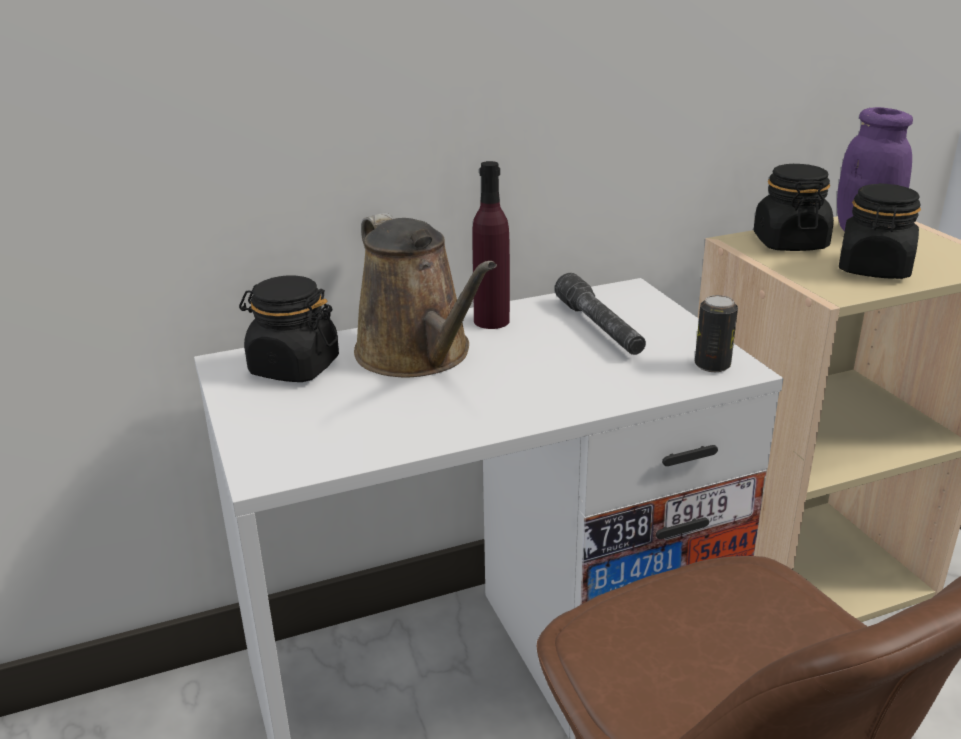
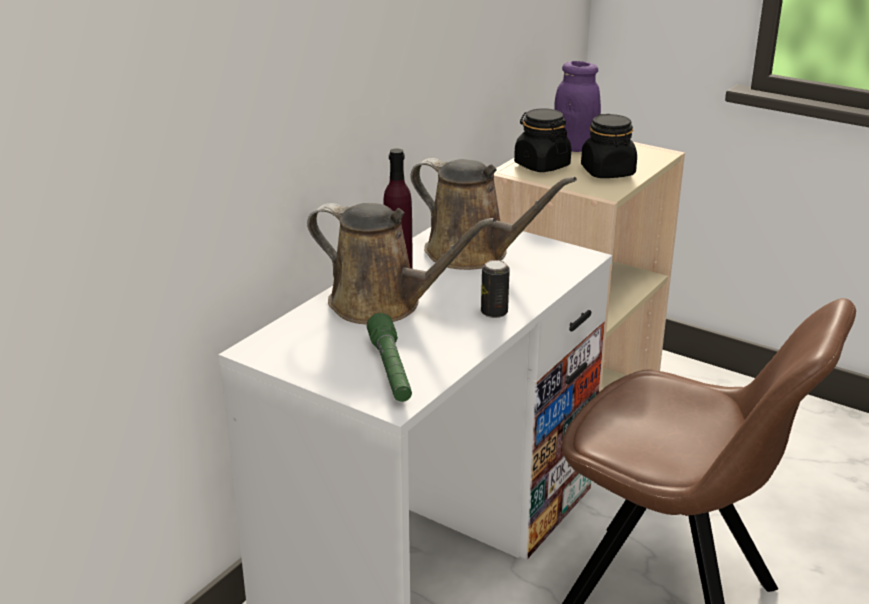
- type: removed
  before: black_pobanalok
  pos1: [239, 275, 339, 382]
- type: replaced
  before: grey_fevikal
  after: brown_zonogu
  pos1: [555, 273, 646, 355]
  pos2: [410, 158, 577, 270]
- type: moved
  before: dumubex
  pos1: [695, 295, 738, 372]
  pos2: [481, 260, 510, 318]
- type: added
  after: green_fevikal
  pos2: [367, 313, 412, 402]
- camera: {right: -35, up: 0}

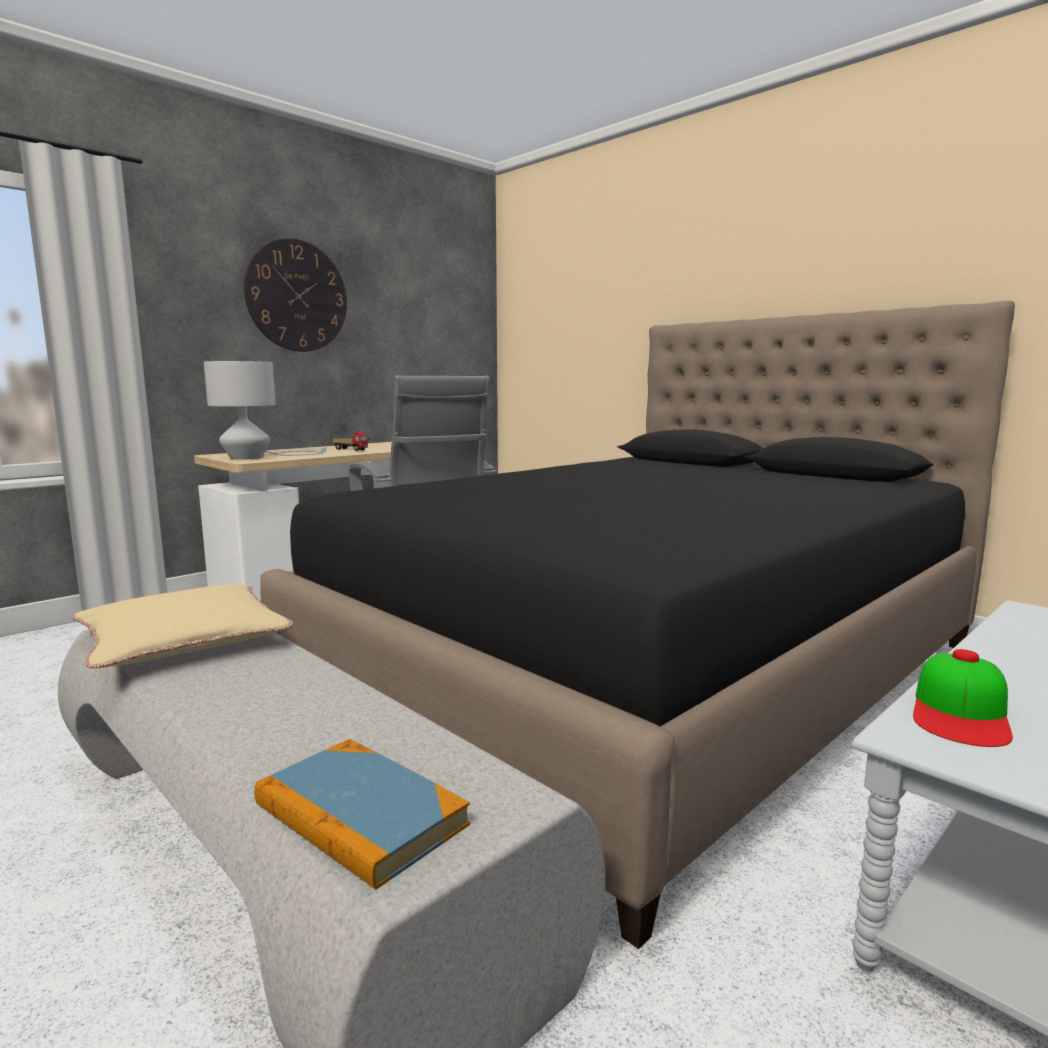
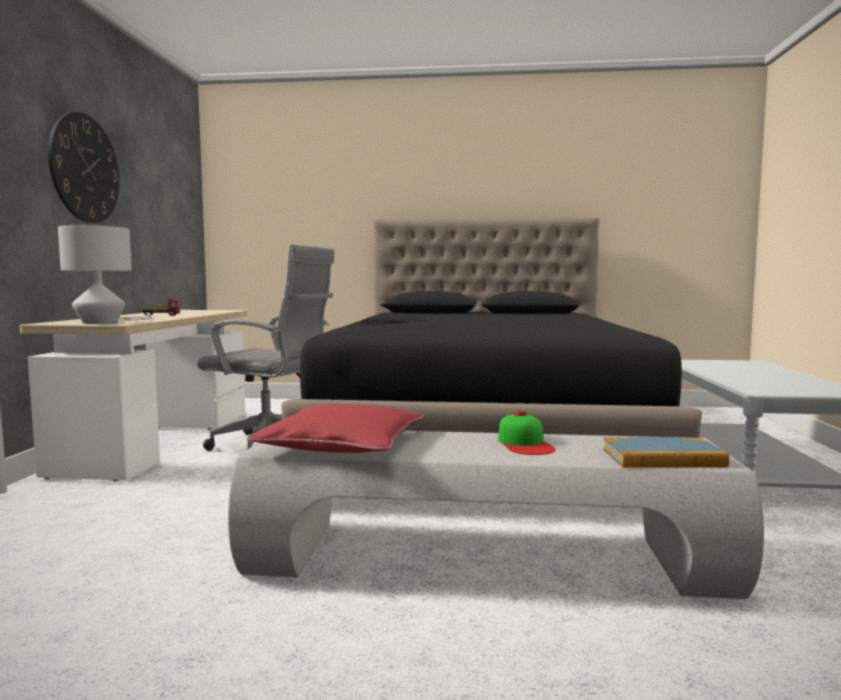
- type: recoloured
  before: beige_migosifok
  after: red_migosifok
  pos1: [72, 584, 293, 668]
  pos2: [247, 404, 424, 453]
- type: moved
  before: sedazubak
  pos1: [913, 649, 1013, 747]
  pos2: [498, 410, 556, 455]
- camera: {right: -40, up: -5}

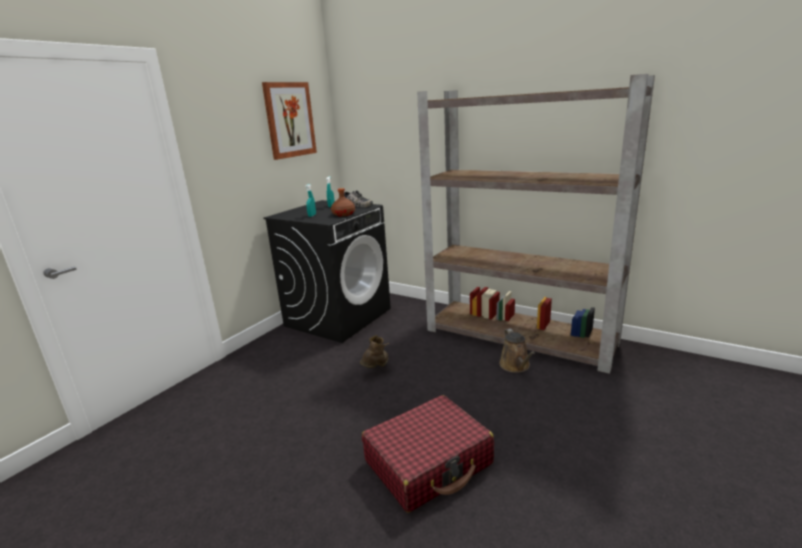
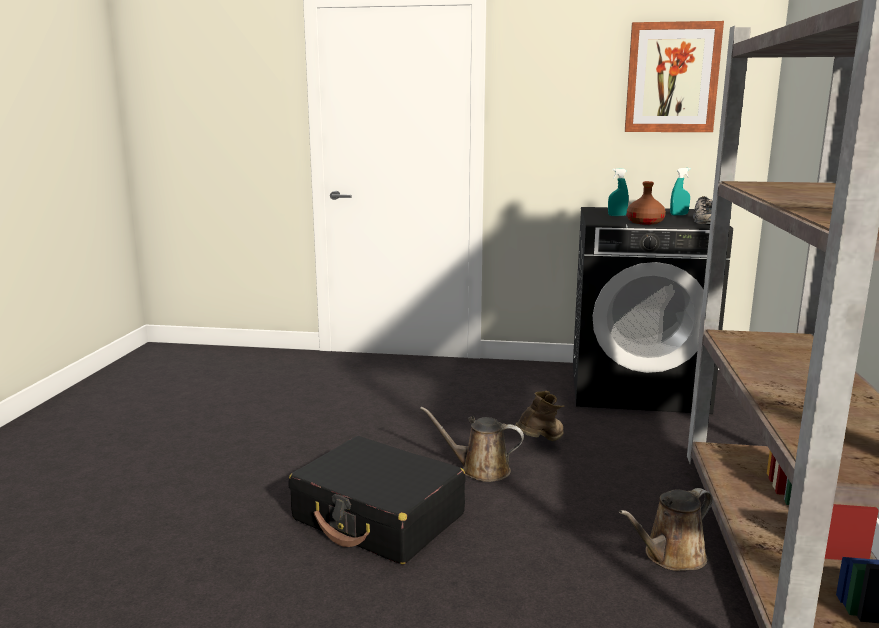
- type: turned
  before: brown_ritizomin
  pos1: [360, 335, 389, 368]
  pos2: [515, 391, 565, 441]
  turn: -45
- type: recoloured
  before: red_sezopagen
  after: black_sezopagen
  pos1: [362, 395, 494, 513]
  pos2: [288, 436, 466, 564]
- type: added
  after: brown_zonogu
  pos2: [420, 406, 524, 482]
- camera: {right: 65, up: -5}

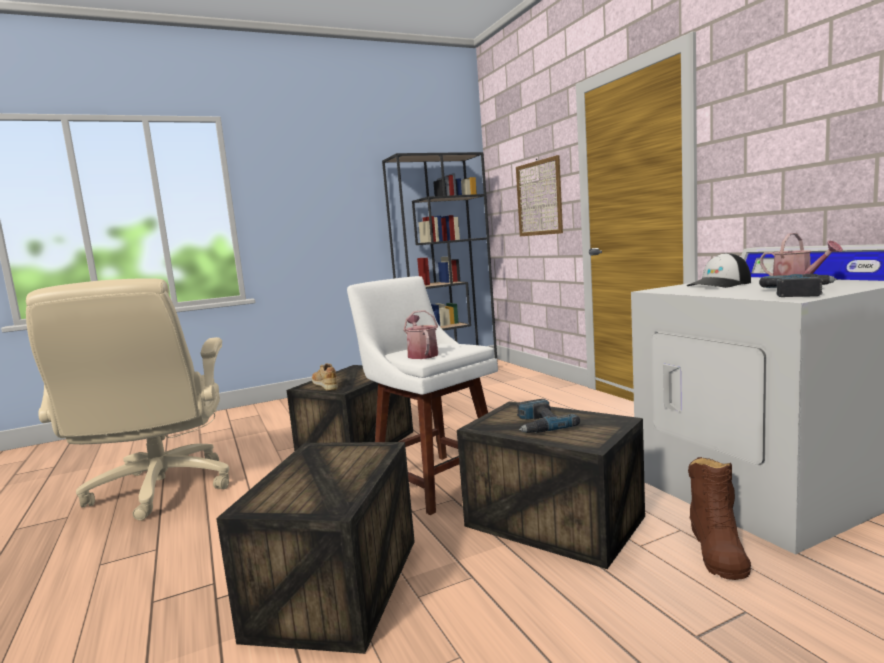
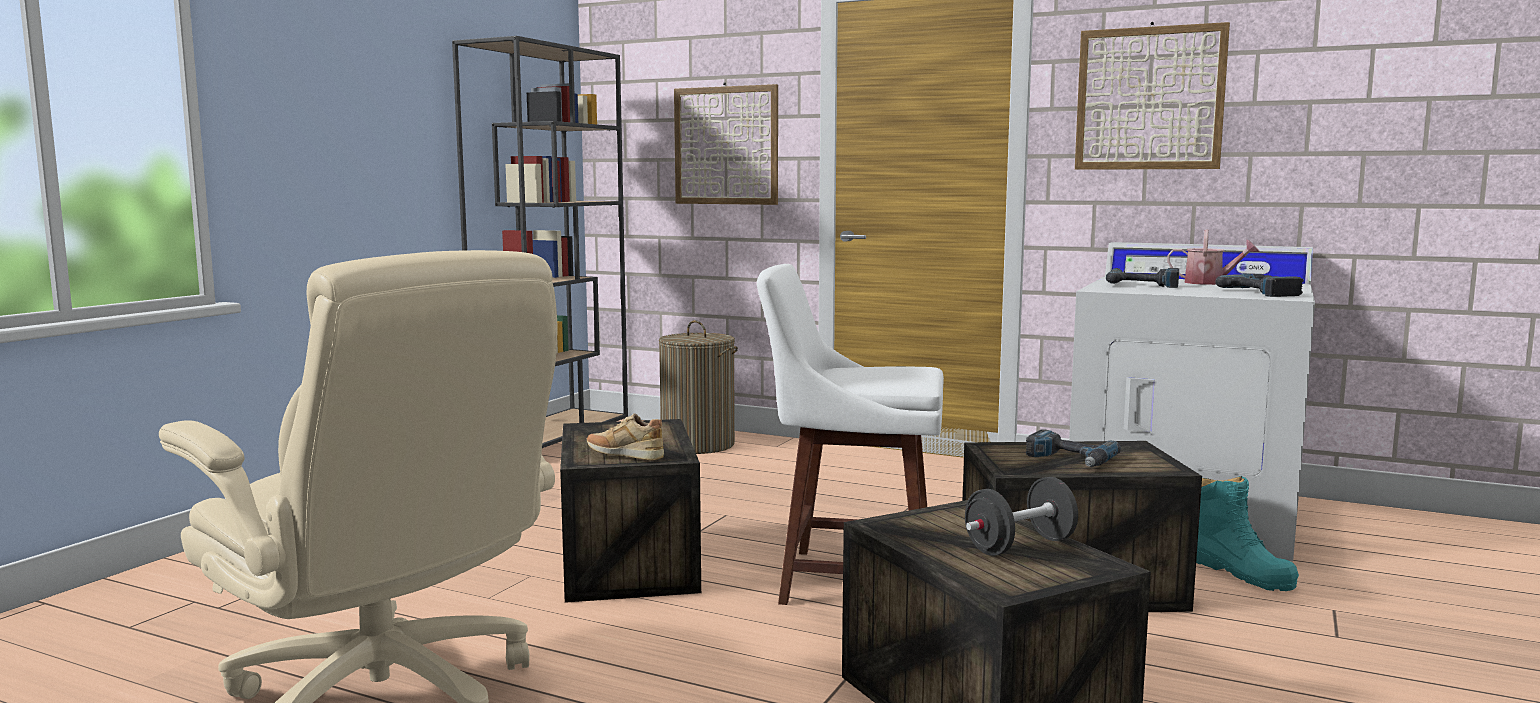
- type: removed
  before: zonogu
  pos1: [404, 310, 438, 359]
- type: replaced
  before: sedazubak
  after: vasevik
  pos1: [687, 253, 751, 288]
  pos2: [1106, 268, 1179, 288]
- type: recoloured
  before: brown_ritizomin
  after: turquoise_ritizomin
  pos1: [688, 457, 751, 580]
  pos2: [1196, 476, 1299, 591]
- type: added
  after: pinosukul
  pos2: [659, 320, 738, 454]
- type: added
  after: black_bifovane
  pos2: [965, 477, 1078, 556]
- type: added
  after: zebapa
  pos2: [1075, 22, 1230, 170]
- camera: {right: -40, up: 0}

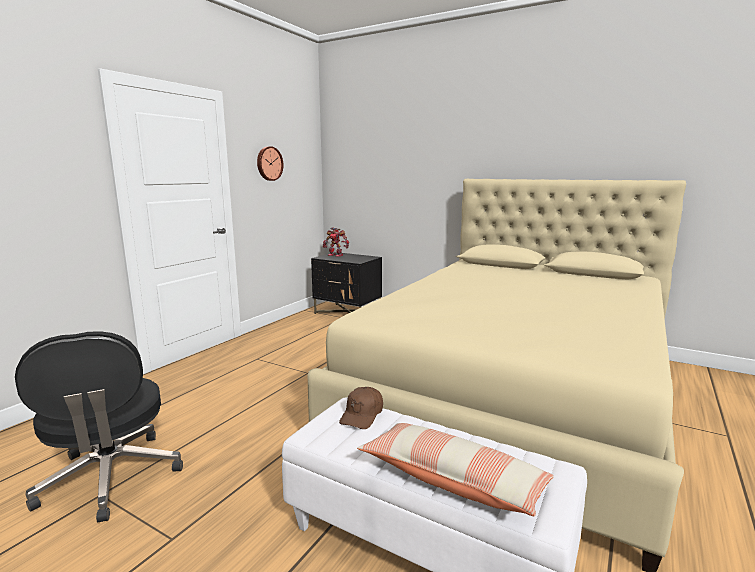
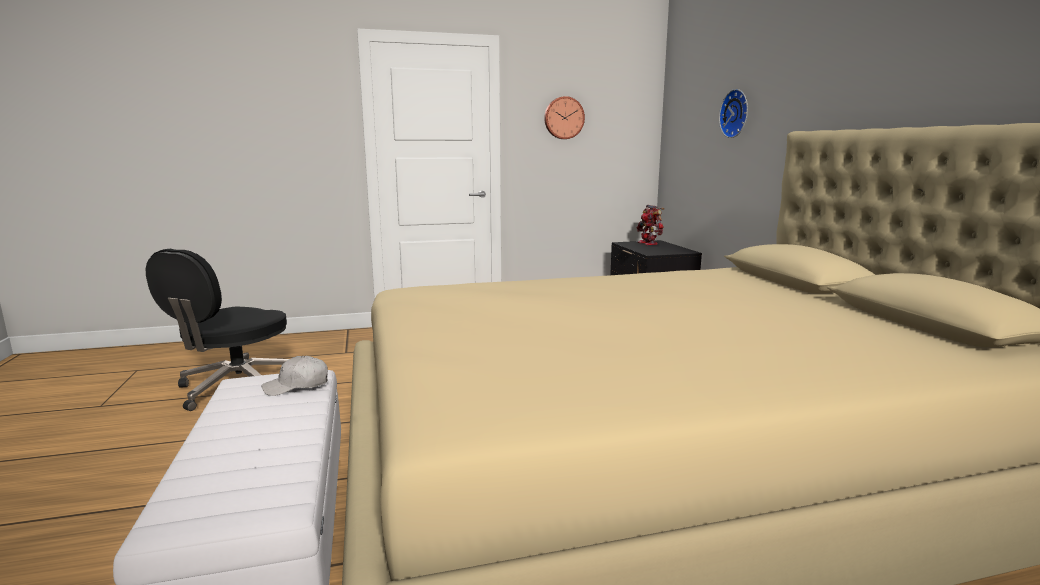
- type: recoloured
  before: brown_sedazubak
  after: white_sedazubak
  pos1: [339, 387, 383, 429]
  pos2: [262, 356, 328, 396]
- type: removed
  before: migosifok
  pos1: [357, 423, 554, 516]
- type: added
  after: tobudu
  pos2: [719, 89, 748, 138]
- camera: {right: 45, up: 0}

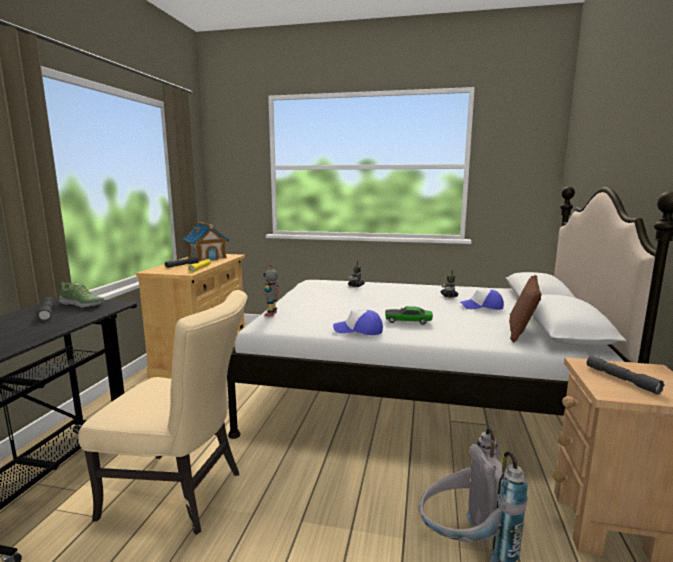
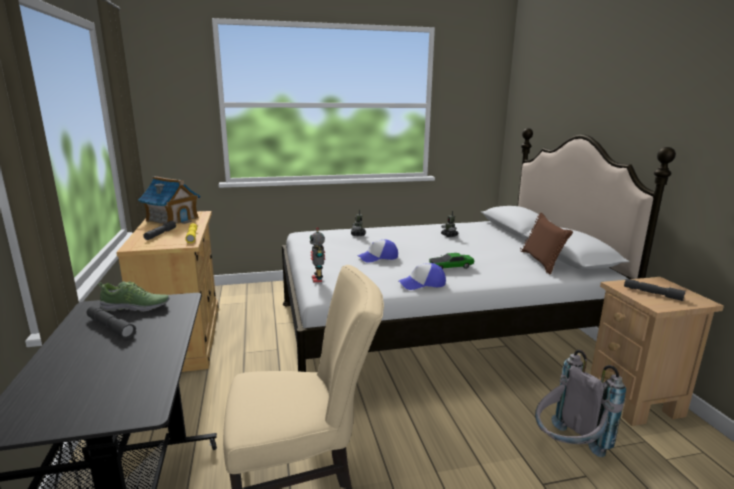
- type: moved
  before: sedazubak
  pos1: [460, 289, 504, 310]
  pos2: [357, 239, 398, 263]
- camera: {right: -25, up: 5}

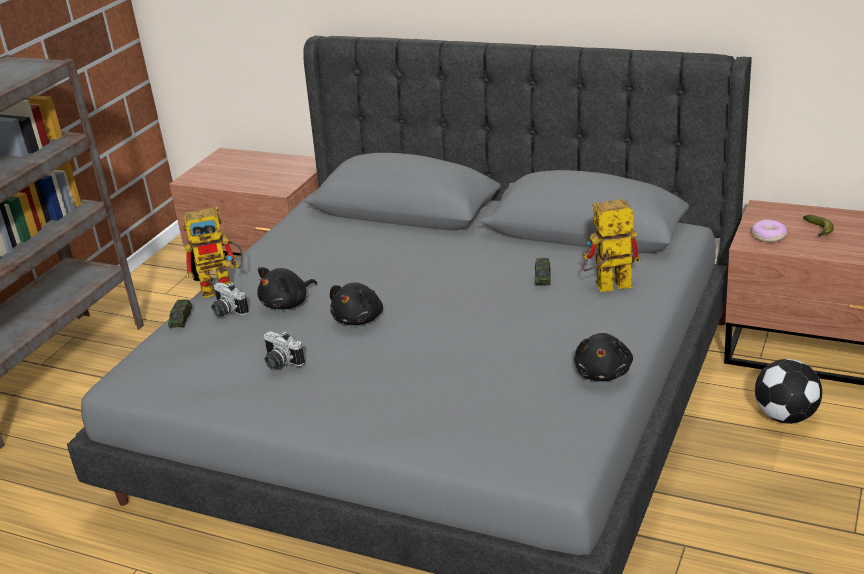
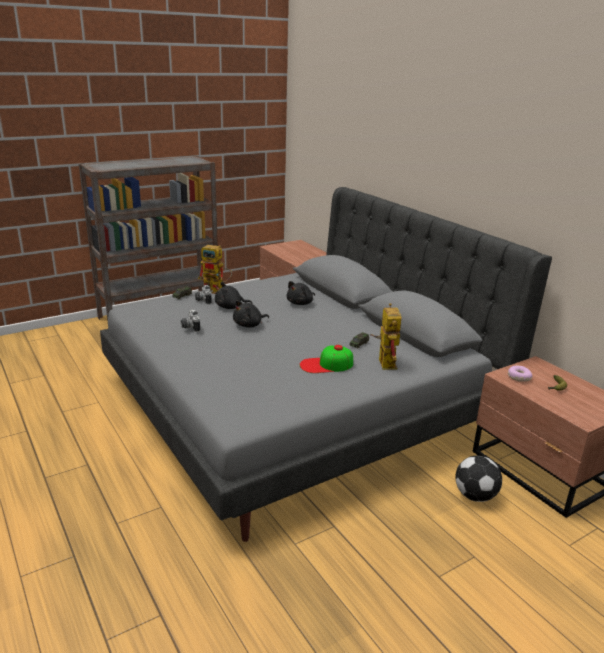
- type: moved
  before: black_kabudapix
  pos1: [574, 333, 633, 381]
  pos2: [287, 281, 315, 305]
- type: turned
  before: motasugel
  pos1: [582, 199, 641, 292]
  pos2: [370, 303, 401, 370]
  turn: 60
- type: added
  after: sedazubak
  pos2: [300, 345, 353, 373]
- camera: {right: 30, up: -5}

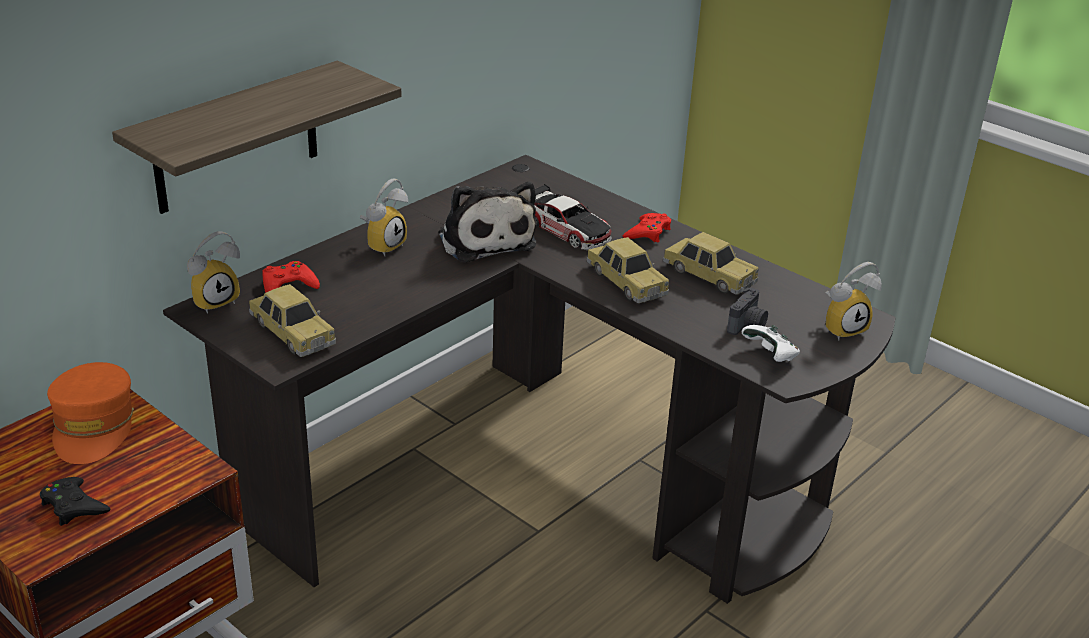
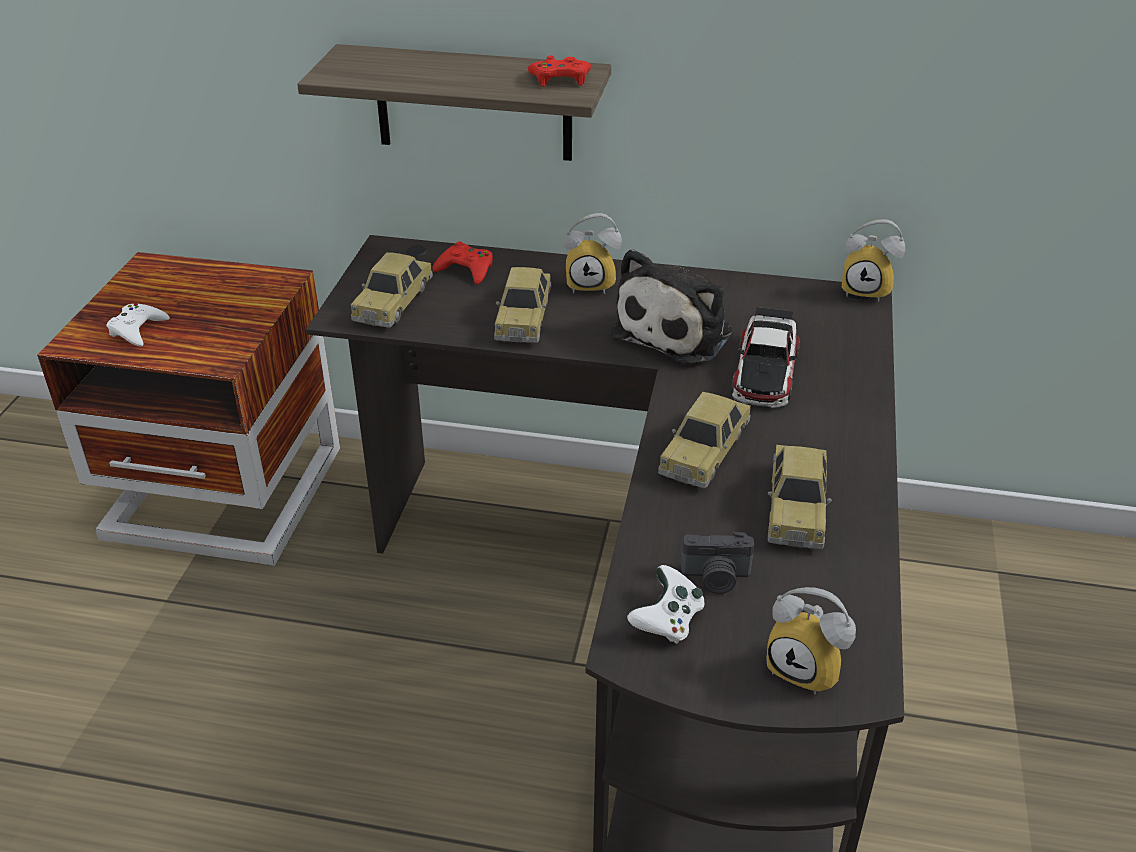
- type: recoloured
  before: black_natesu
  after: white_natesu
  pos1: [40, 477, 110, 526]
  pos2: [107, 303, 170, 346]
- type: removed
  before: orange_sedazubak
  pos1: [47, 362, 134, 464]
- type: moved
  before: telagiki
  pos1: [187, 231, 240, 314]
  pos2: [842, 219, 906, 302]
- type: moved
  before: red_natesu
  pos1: [622, 213, 671, 242]
  pos2: [528, 56, 591, 87]
- type: added
  after: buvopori
  pos2: [494, 267, 551, 343]
- camera: {right: 60, up: 5}

